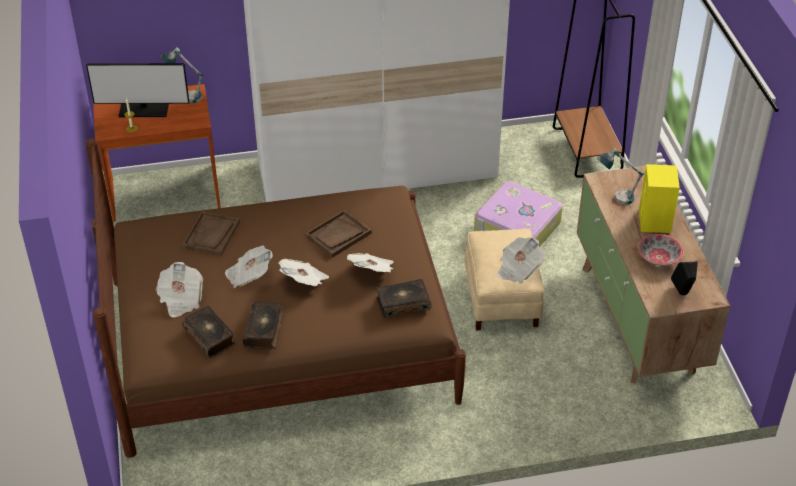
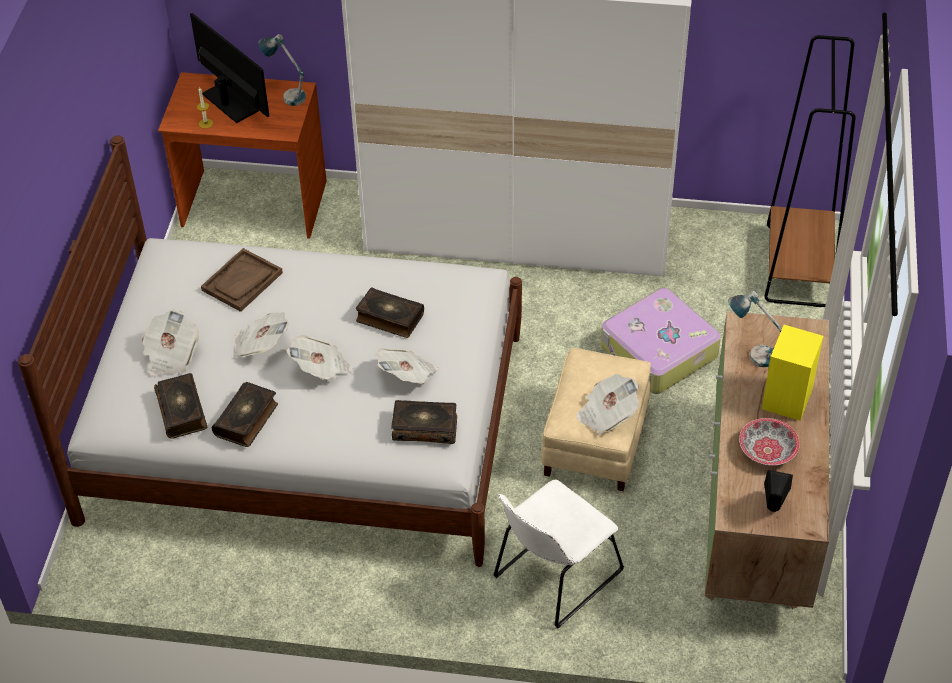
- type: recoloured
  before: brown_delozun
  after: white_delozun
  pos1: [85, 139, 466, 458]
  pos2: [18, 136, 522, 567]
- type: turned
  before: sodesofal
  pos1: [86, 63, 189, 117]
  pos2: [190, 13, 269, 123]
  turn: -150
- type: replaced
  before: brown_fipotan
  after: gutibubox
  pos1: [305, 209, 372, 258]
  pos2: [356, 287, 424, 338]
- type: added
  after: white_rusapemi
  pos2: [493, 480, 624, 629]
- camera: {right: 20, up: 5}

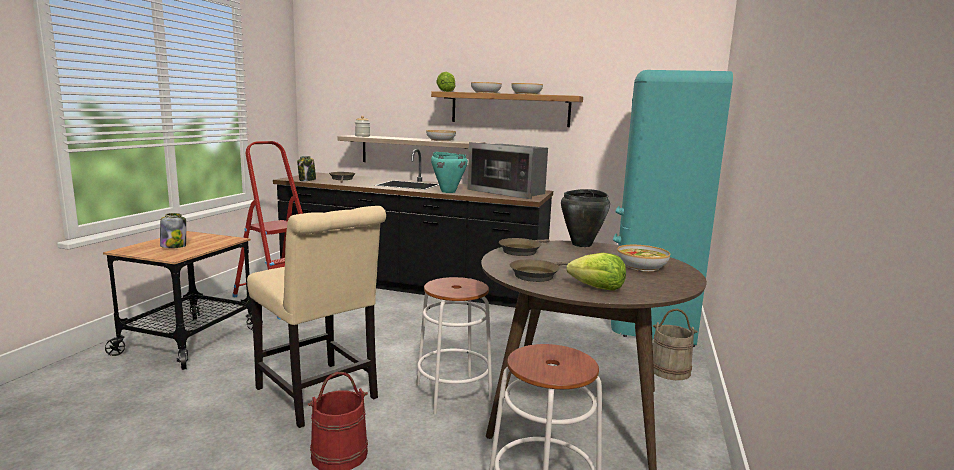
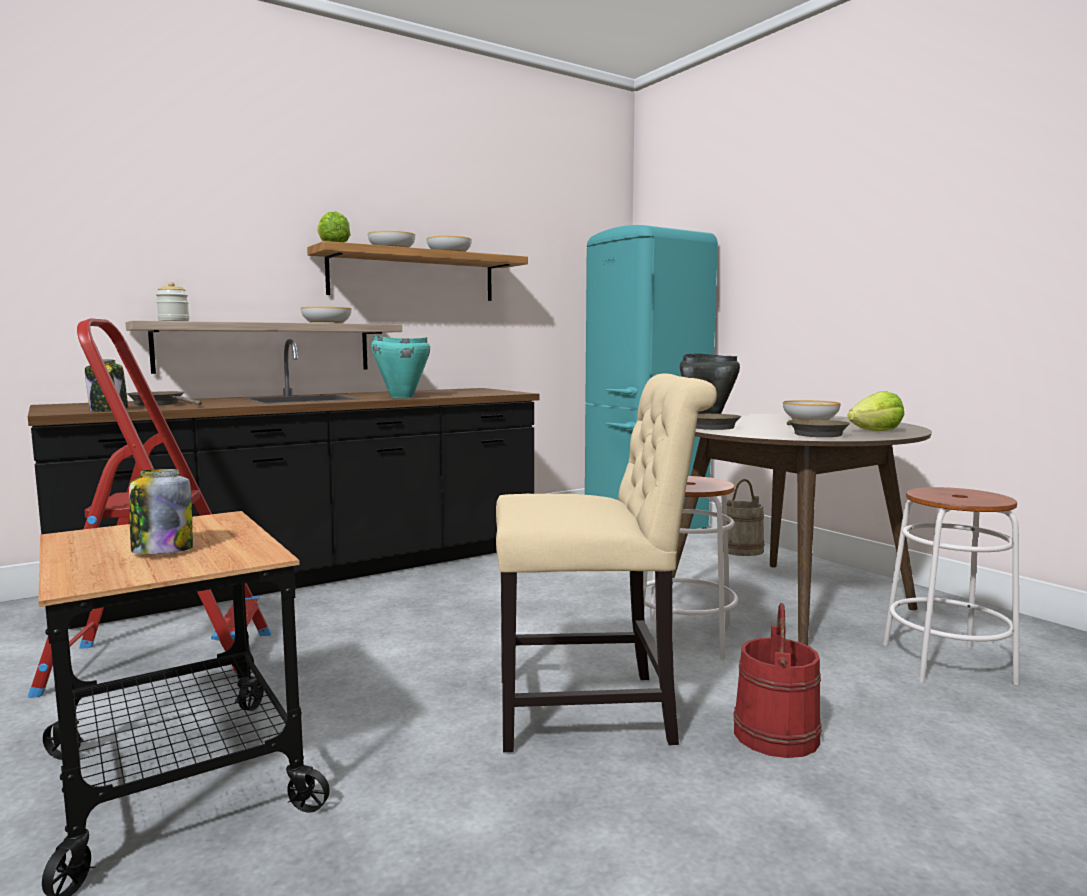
- type: removed
  before: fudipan
  pos1: [467, 142, 548, 199]
- camera: {right: -50, up: -5}

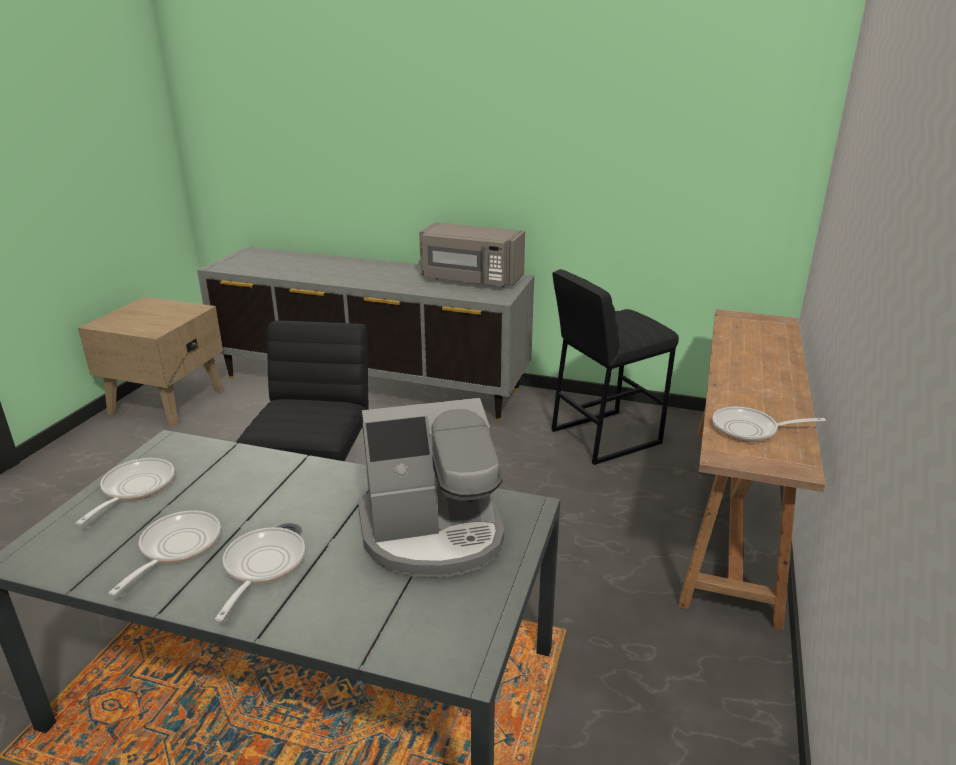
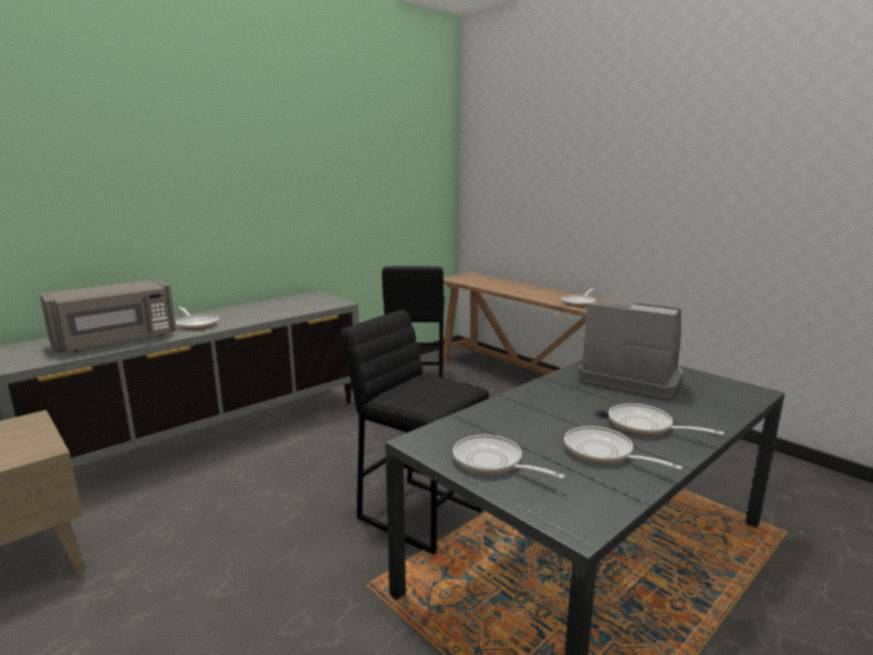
- type: turned
  before: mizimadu
  pos1: [358, 398, 504, 578]
  pos2: [579, 301, 684, 399]
  turn: -75
- type: moved
  before: grey_fudipan
  pos1: [419, 222, 525, 287]
  pos2: [40, 279, 176, 352]
- type: added
  after: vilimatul
  pos2: [176, 307, 219, 330]
- camera: {right: -60, up: -10}

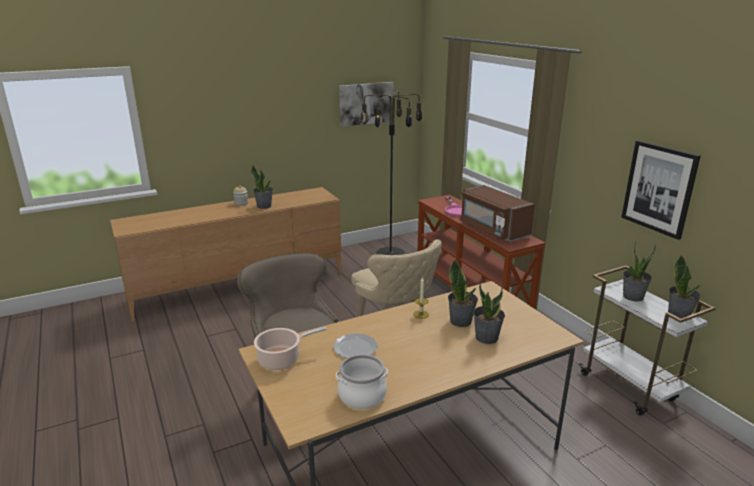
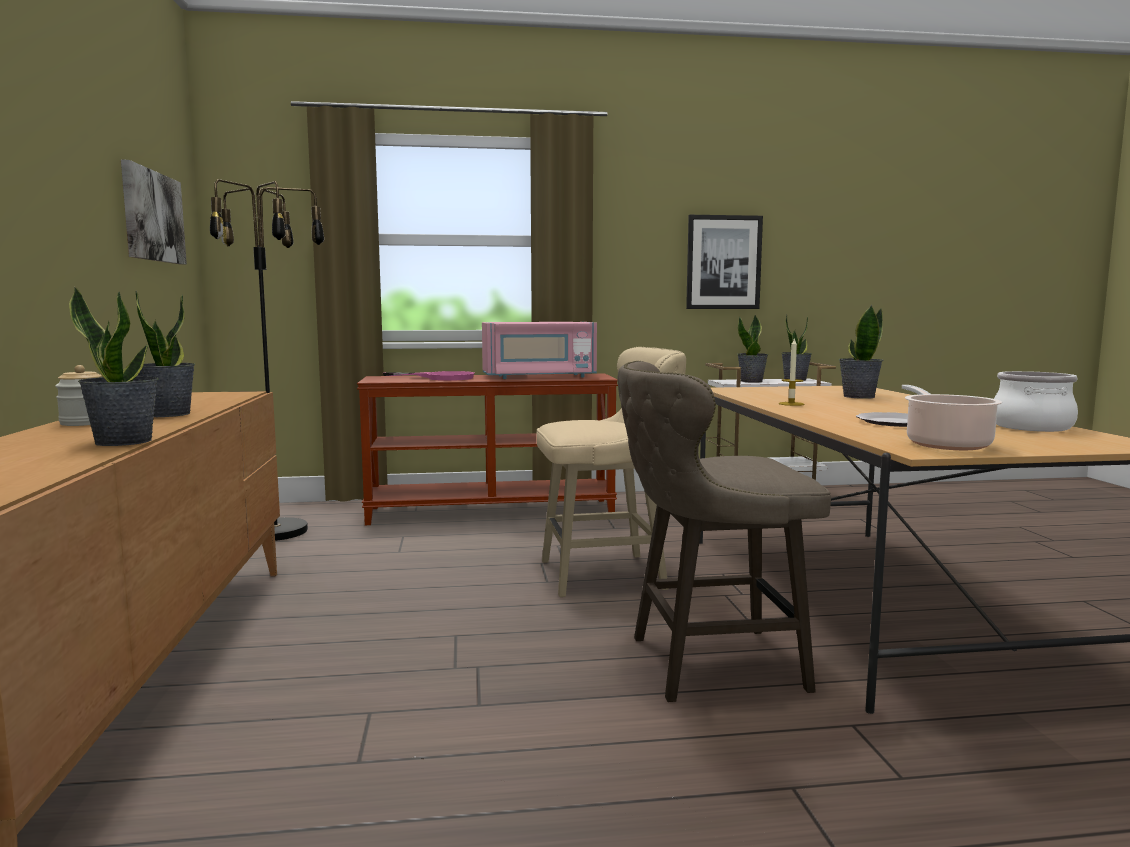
- type: moved
  before: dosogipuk
  pos1: [448, 260, 478, 327]
  pos2: [69, 286, 158, 446]
- type: recoloured
  before: brown_fudipan
  after: pink_fudipan
  pos1: [460, 185, 535, 242]
  pos2: [482, 322, 597, 379]
- camera: {right: -70, up: -15}

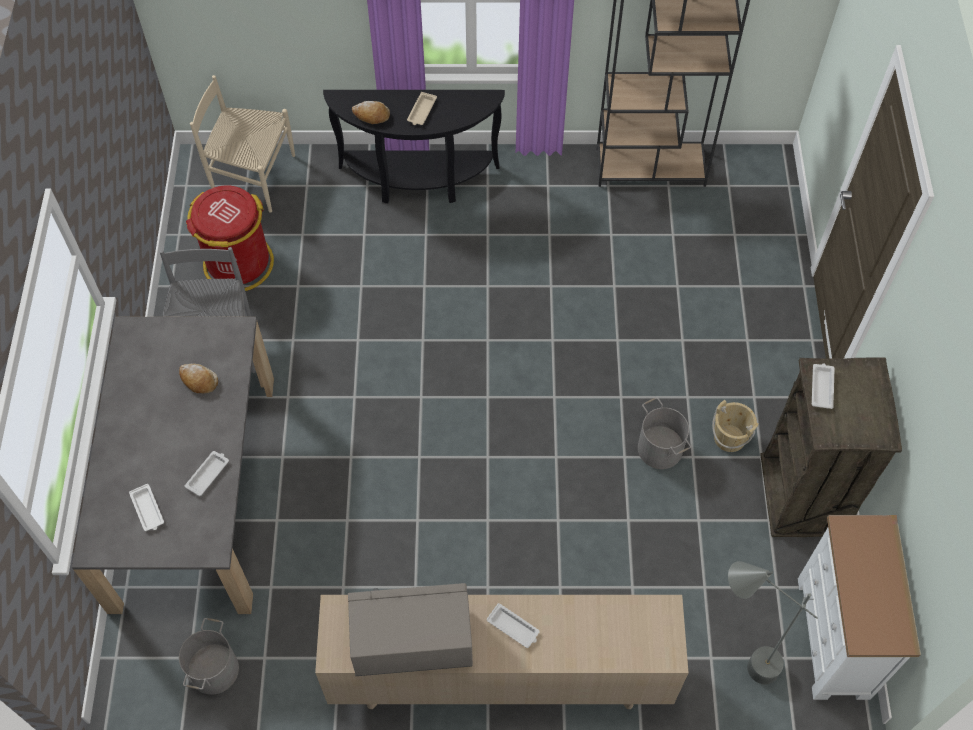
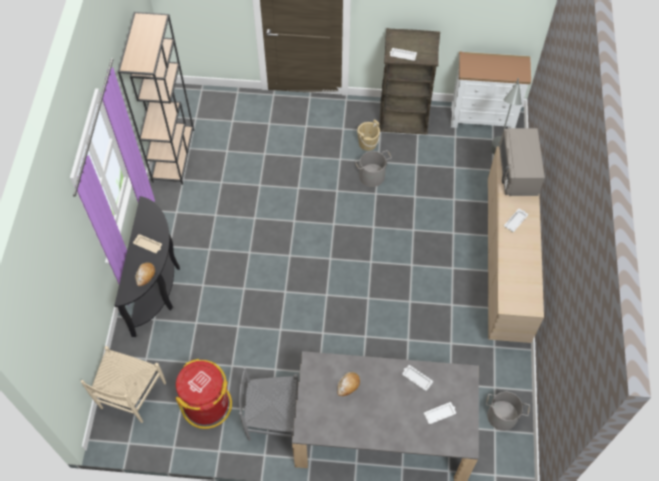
- type: moved
  before: grey_fudipan
  pos1: [348, 583, 473, 676]
  pos2: [499, 128, 545, 196]
- camera: {right: -85, up: 0}

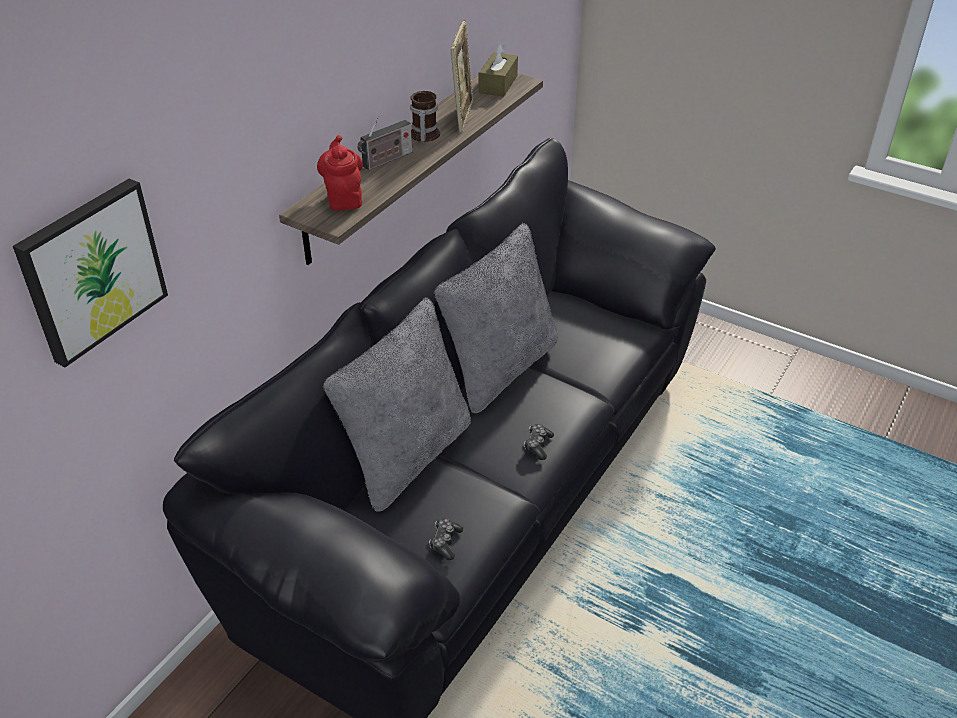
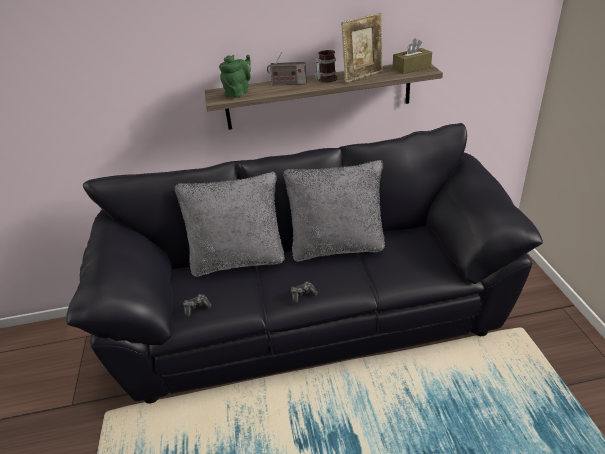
- type: removed
  before: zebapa
  pos1: [13, 179, 168, 367]
- type: recoloured
  before: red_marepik
  after: green_marepik
  pos1: [317, 135, 363, 210]
  pos2: [219, 55, 251, 98]
- camera: {right: 50, up: -5}

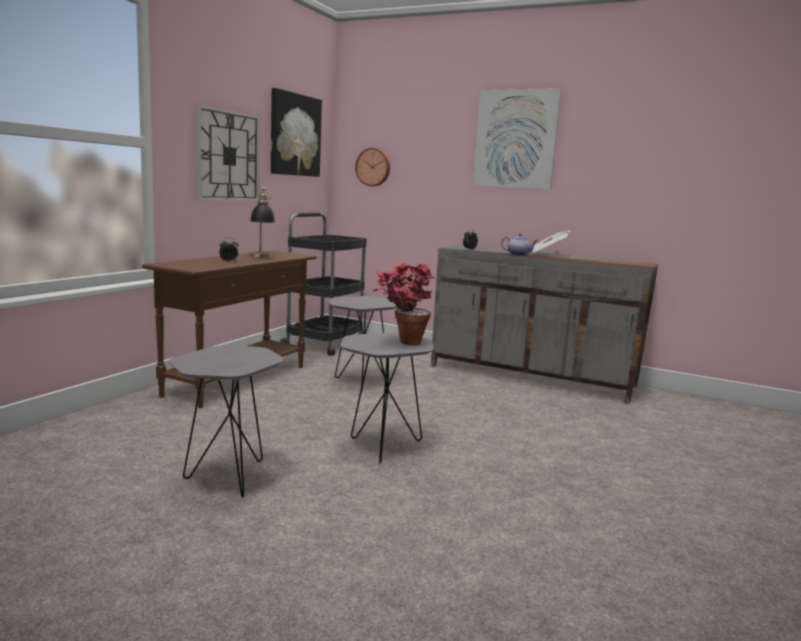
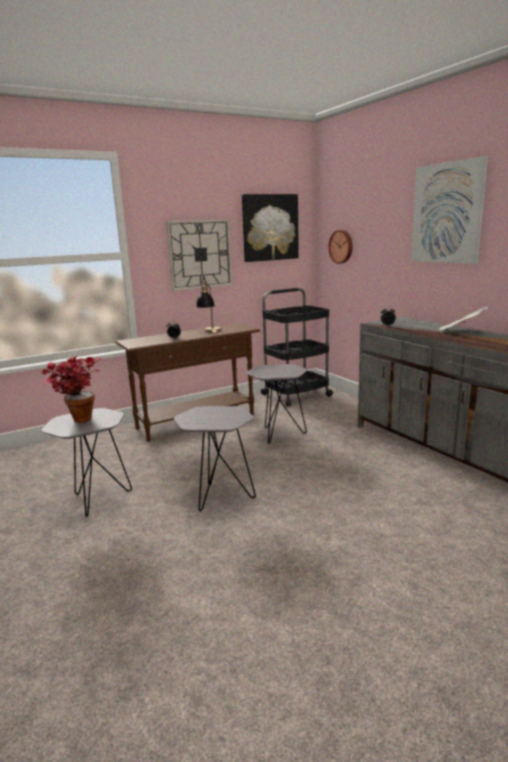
- type: moved
  before: dosogipuk
  pos1: [373, 263, 438, 345]
  pos2: [42, 356, 101, 423]
- type: removed
  before: marepik
  pos1: [501, 234, 538, 256]
- camera: {right: 35, up: 5}

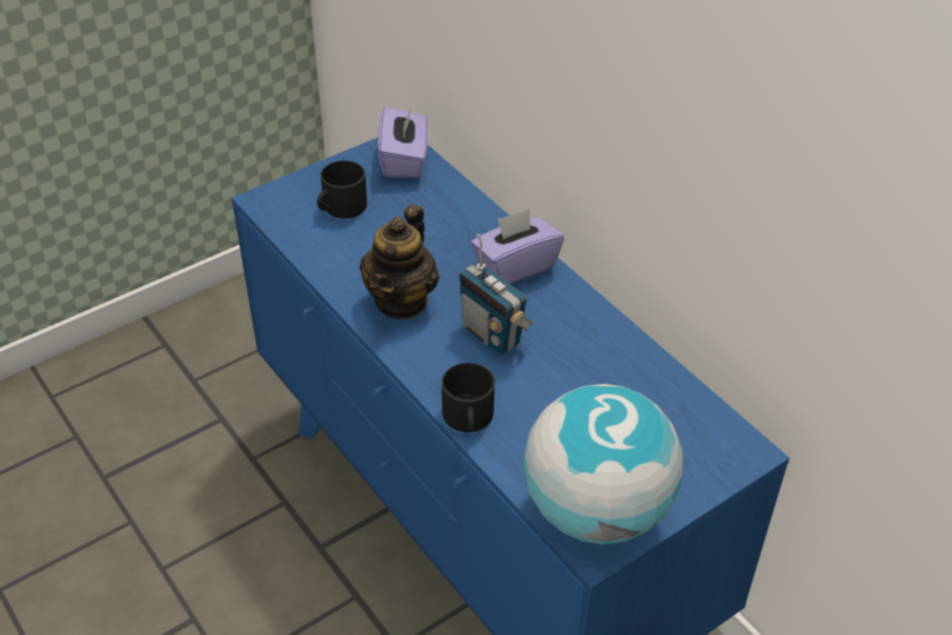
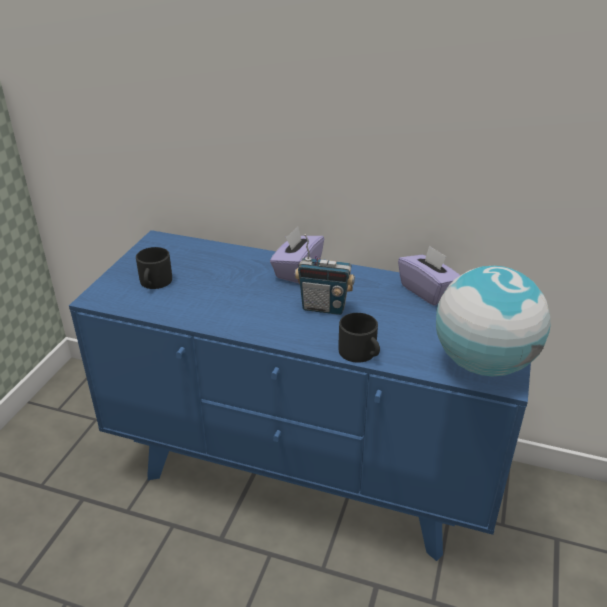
- type: removed
  before: marepik
  pos1: [360, 205, 439, 319]
- type: moved
  before: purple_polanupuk
  pos1: [378, 106, 428, 178]
  pos2: [398, 245, 460, 306]
- camera: {right: -35, up: -10}

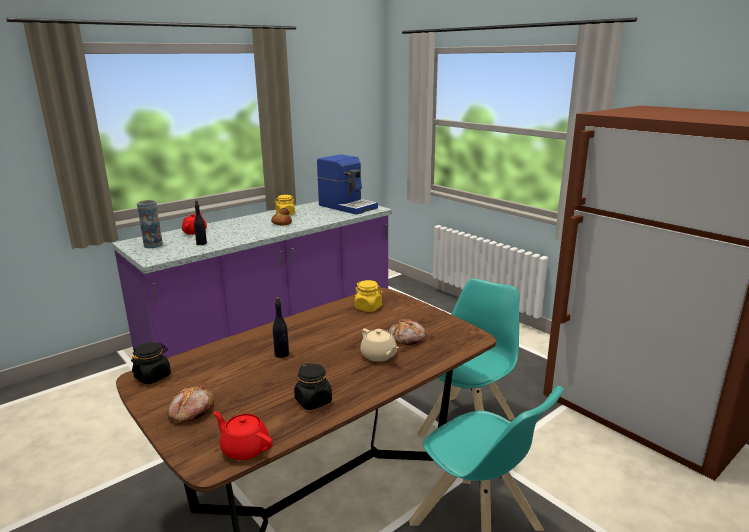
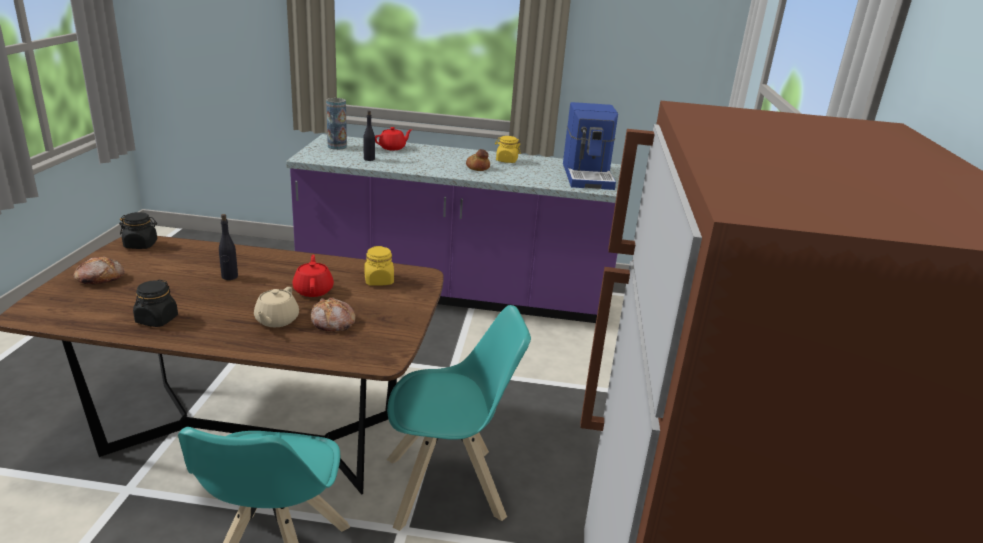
- type: moved
  before: red_marepik
  pos1: [213, 411, 273, 460]
  pos2: [293, 254, 334, 297]
- camera: {right: 45, up: 5}

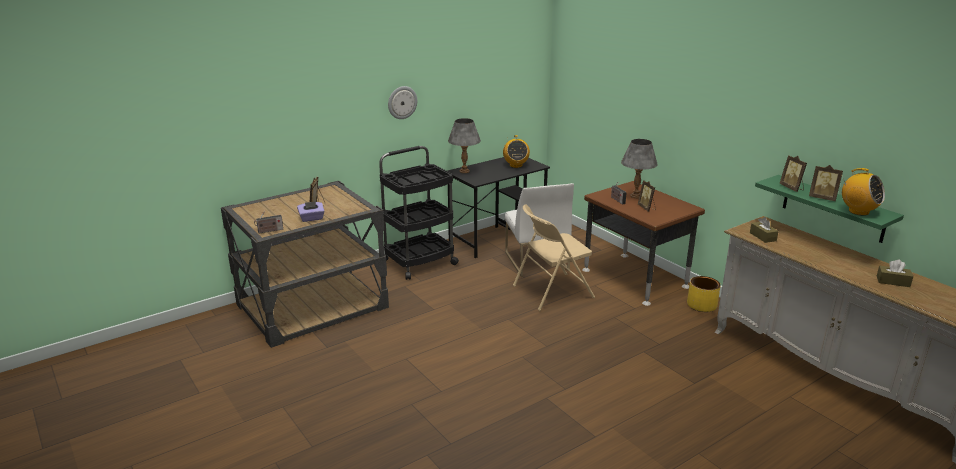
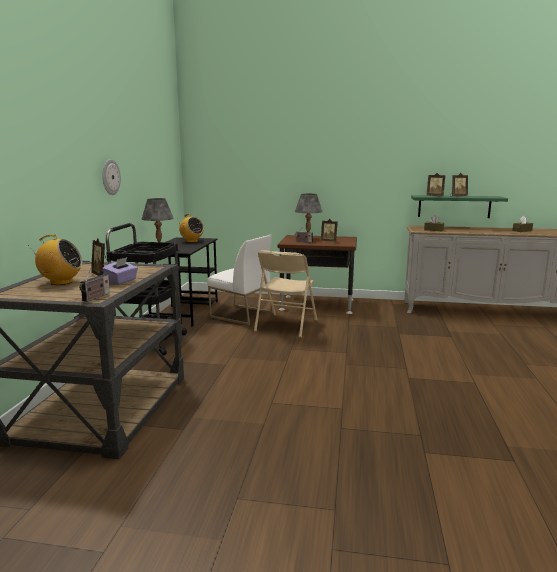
- type: removed
  before: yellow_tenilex
  pos1: [687, 276, 721, 312]
- type: moved
  before: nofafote
  pos1: [842, 168, 885, 216]
  pos2: [28, 234, 82, 285]
- camera: {right: -45, up: -10}

